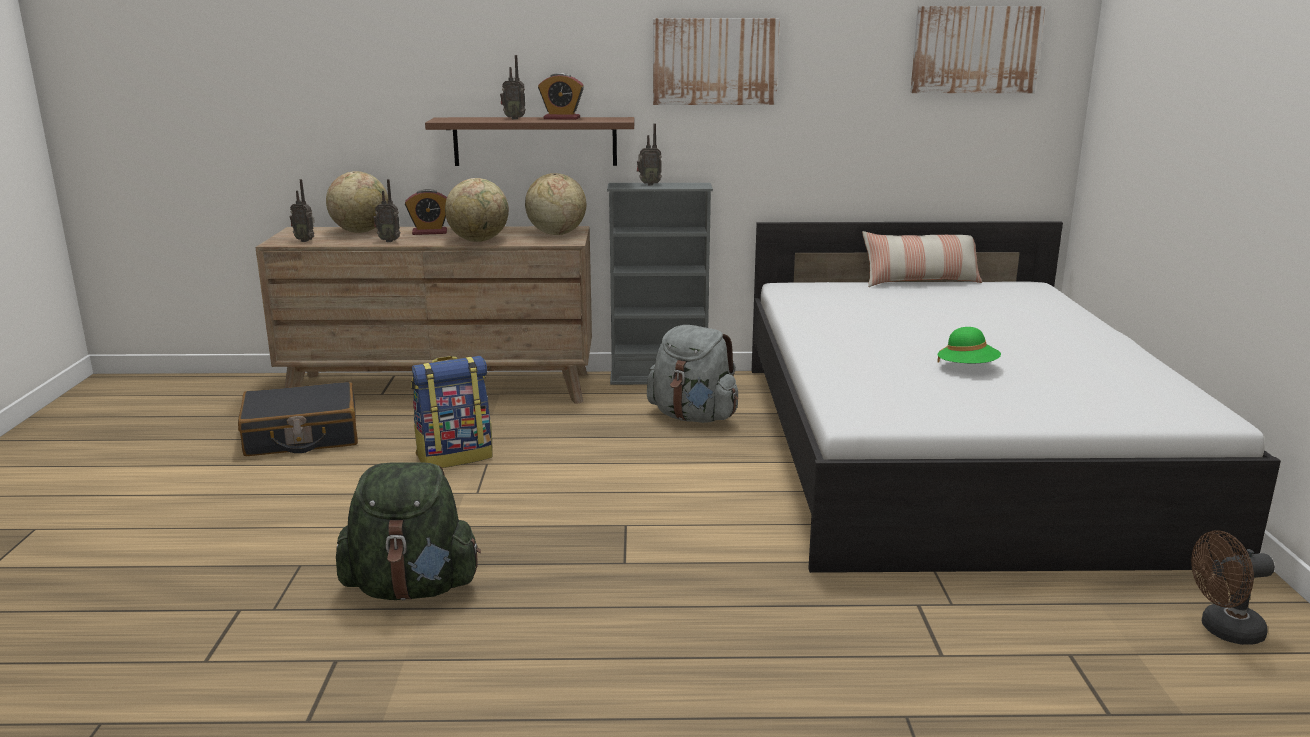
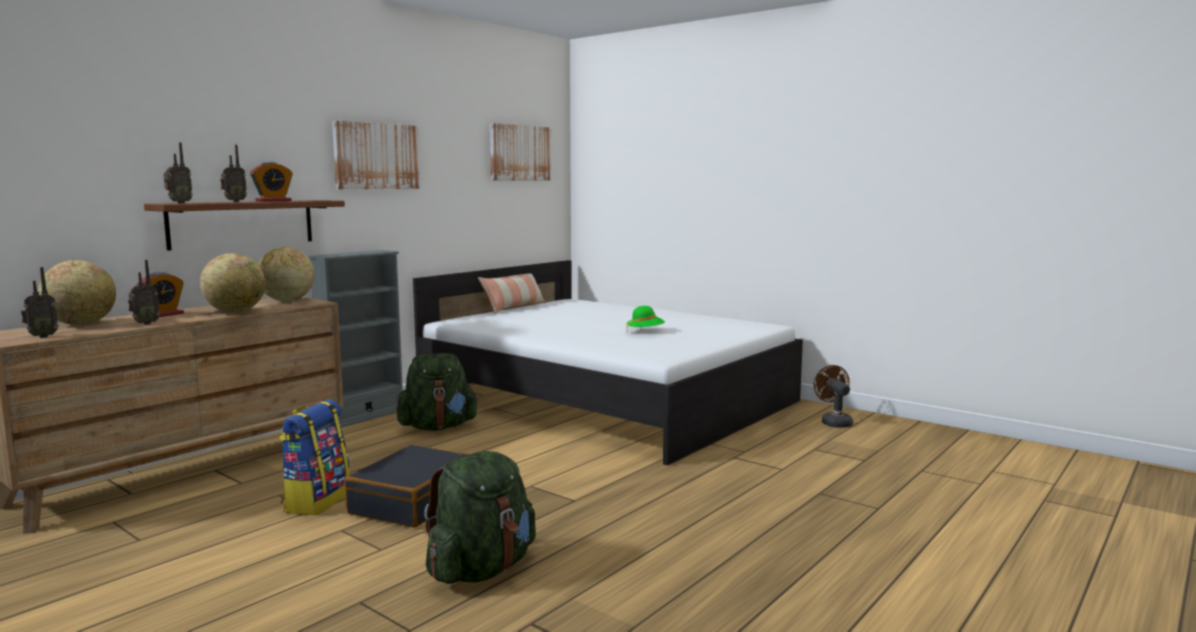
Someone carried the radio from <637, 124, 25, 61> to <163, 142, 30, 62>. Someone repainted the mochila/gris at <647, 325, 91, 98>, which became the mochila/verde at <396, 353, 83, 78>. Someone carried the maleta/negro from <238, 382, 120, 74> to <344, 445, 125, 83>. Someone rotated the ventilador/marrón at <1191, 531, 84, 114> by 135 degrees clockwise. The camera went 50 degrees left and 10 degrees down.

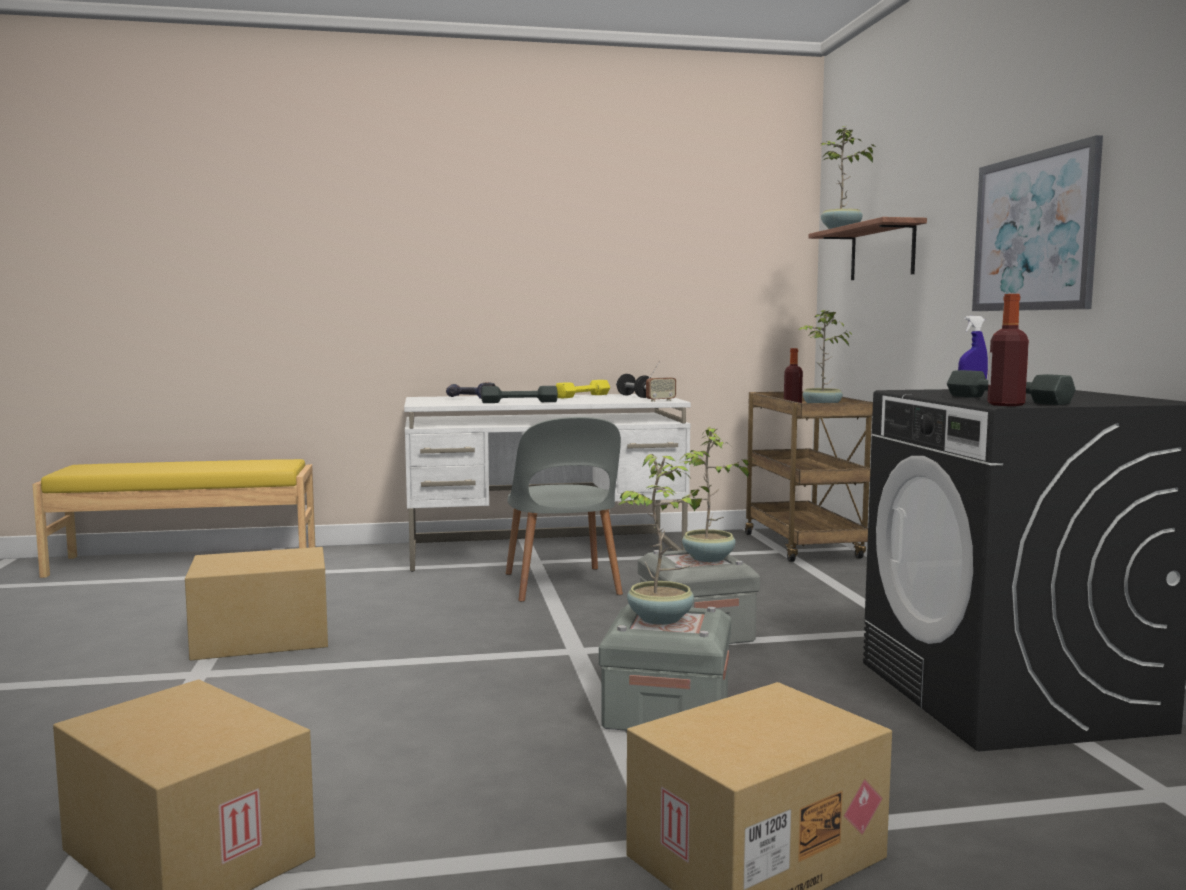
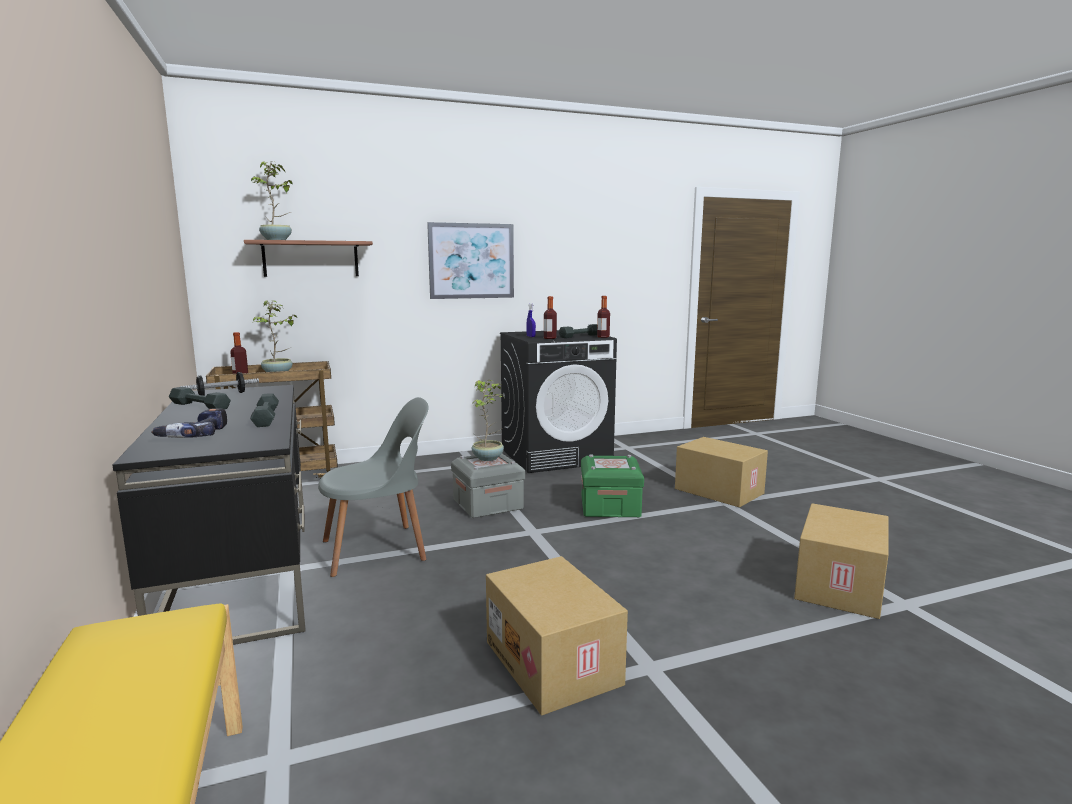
Someone took away the radio at <646, 361, 30, 41>. Someone repainted the mancuerna/amarillo at <556, 380, 54, 18>, which became the mancuerna/gris at <169, 387, 62, 23>. Someone repainted the escritorio/blanco at <404, 394, 287, 178>, which became the escritorio/negro at <112, 385, 193, 260>. Someone took away the planta en maceta at <619, 454, 90, 171>. Someone repainted the caja de almacenaje/gris at <599, 604, 132, 127>, which became the caja de almacenaje/verde at <581, 454, 63, 63>. Someone put down the botella at <544, 296, 13, 43>. The camera went 100 degrees left and 5 degrees up.

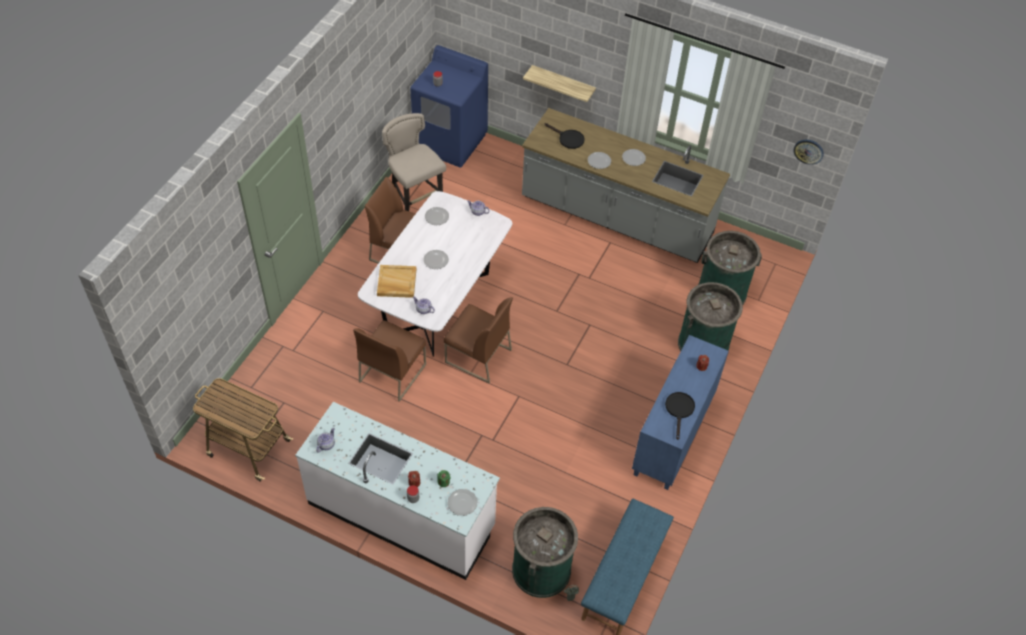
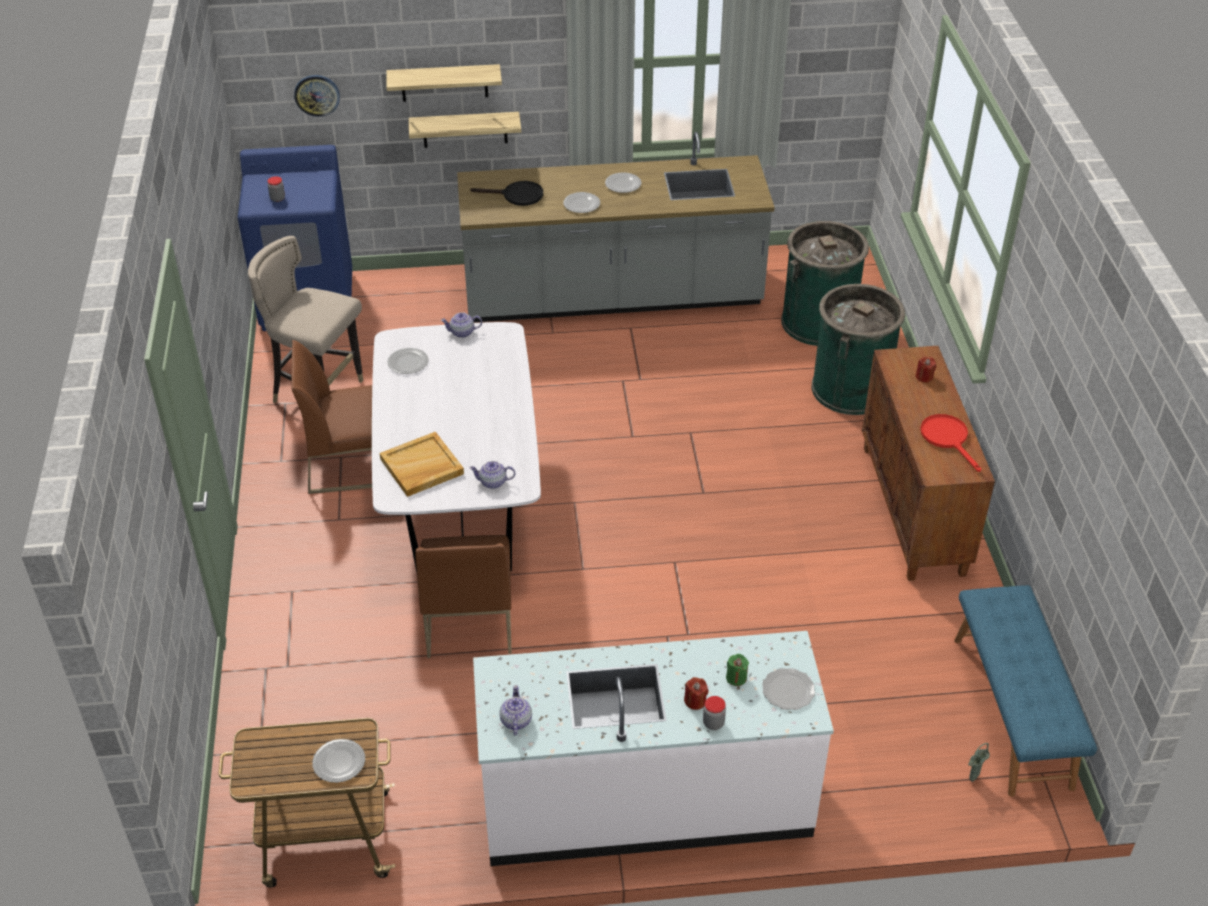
Someone carried the reloj de pared from <793, 140, 31, 25> to <294, 75, 46, 42>. Someone carried the plato from <423, 250, 26, 19> to <312, 739, 53, 44>. Someone took away the silla/marrón at <444, 297, 69, 86>. Someone repainted the armario/azul at <632, 335, 97, 155>, which became the armario/marrón at <862, 346, 133, 235>. Someone repainted the sartén/negro at <665, 392, 30, 48>, which became the sartén/rojo at <920, 414, 62, 58>. Someone took away the papelera/verde at <512, 507, 66, 91>. Someone put up the estante at <386, 64, 116, 38>. The camera went 30 degrees left and 10 degrees down.

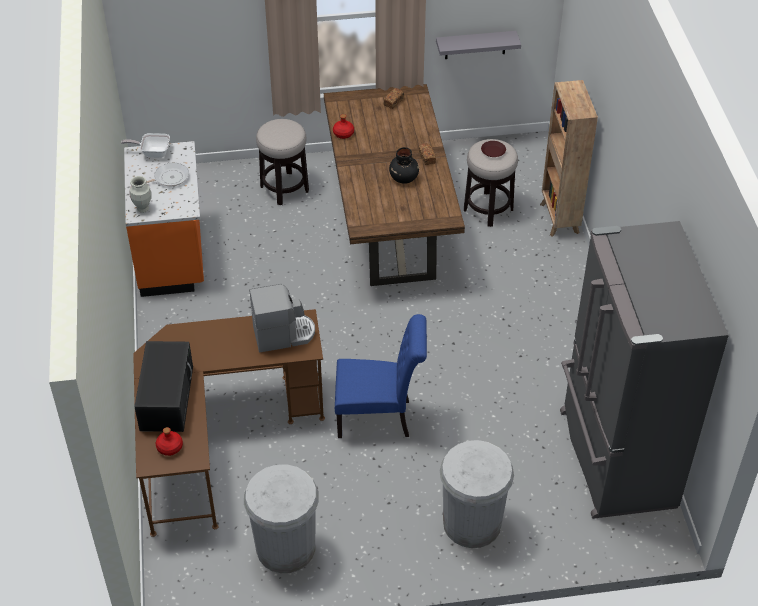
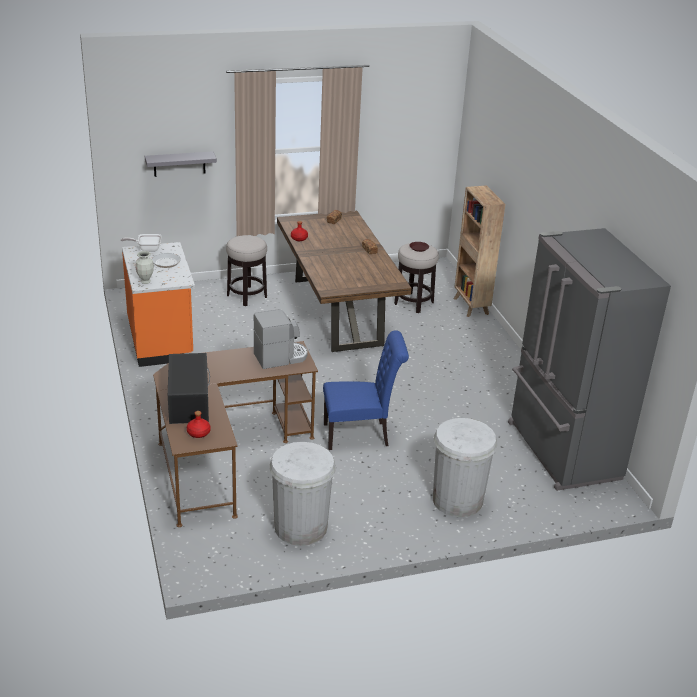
Someone carried the estante/gris from <436, 31, 85, 28> to <145, 151, 72, 26>. Someone took away the florero/negro at <389, 147, 30, 37>. The camera went 10 degrees left and 15 degrees down.

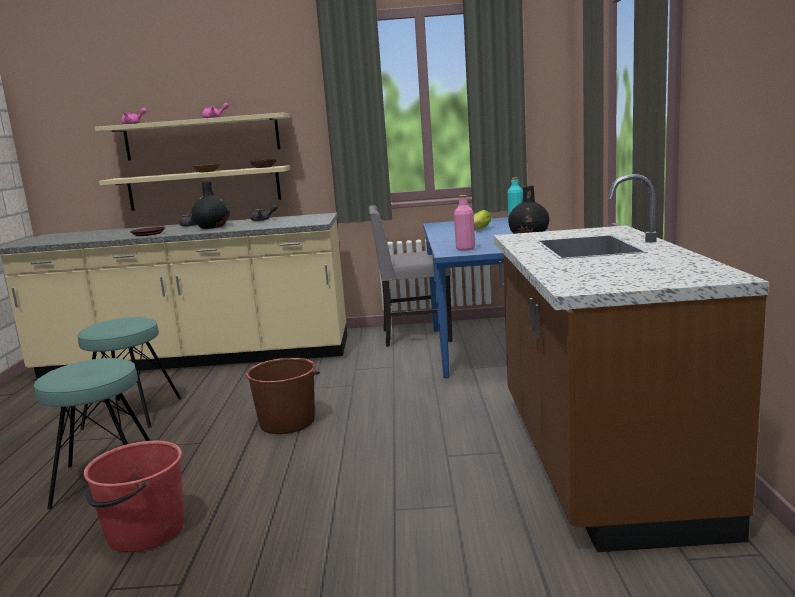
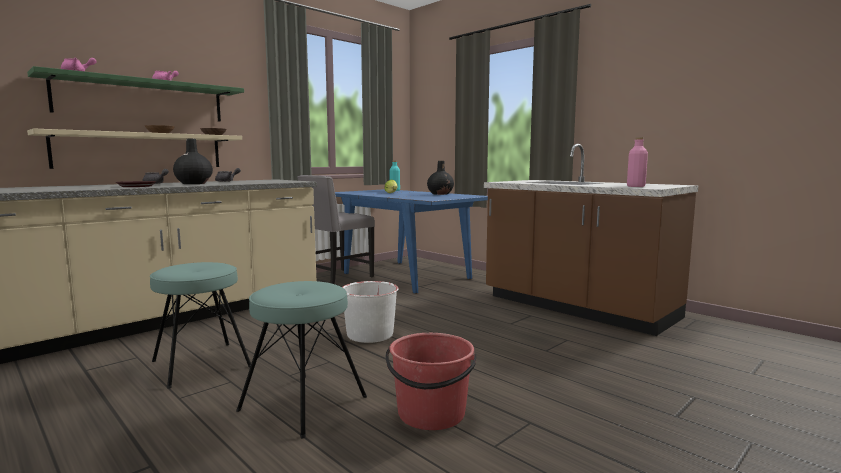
Someone repainted the estante/beis at <95, 112, 195, 49>, which became the estante/verde at <27, 66, 217, 56>. Someone carried the botella/rosa from <454, 195, 21, 56> to <627, 137, 21, 50>. Someone repainted the cubo/marrón at <246, 358, 74, 76>, which became the cubo/blanco at <343, 281, 56, 62>. The camera went 45 degrees left and 5 degrees down.

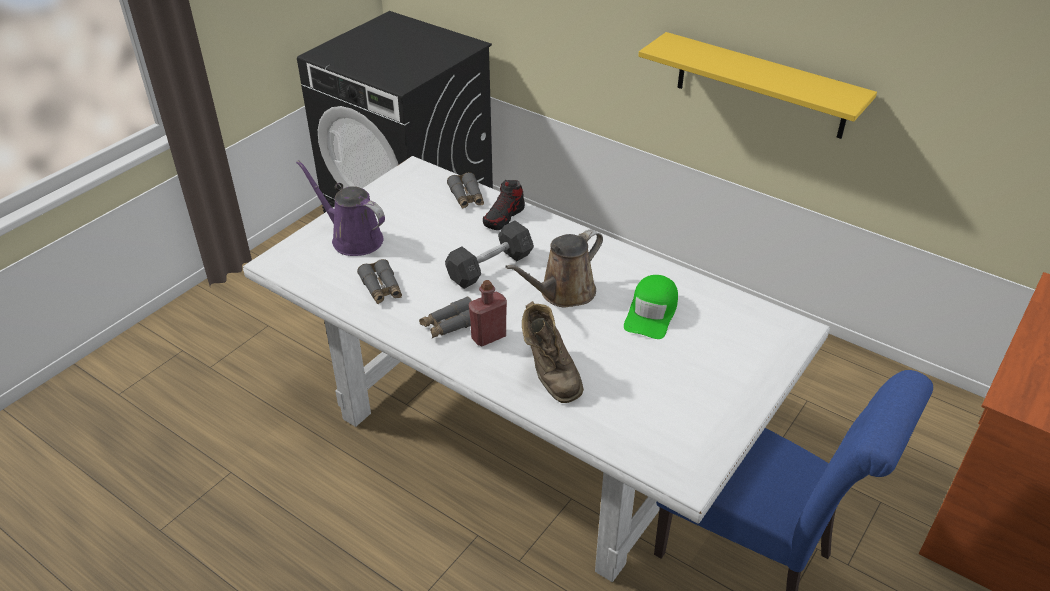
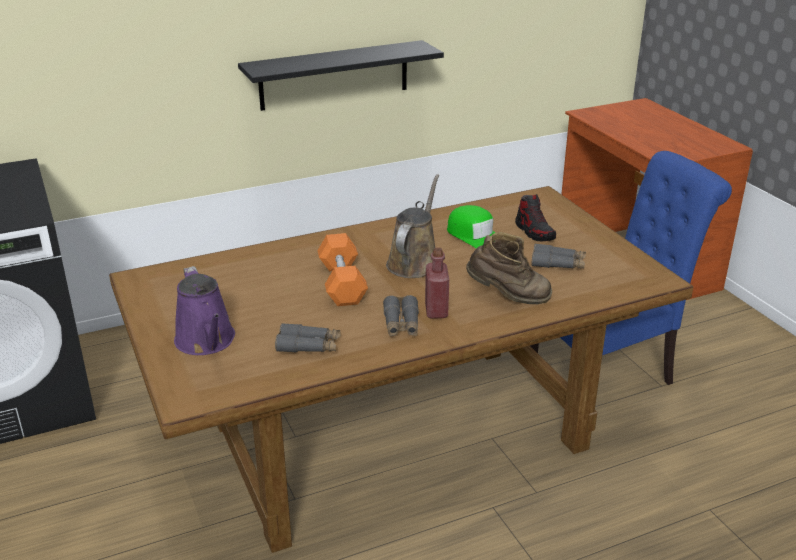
Someone repainted the estante/amarillo at <638, 32, 239, 107>, which became the estante/negro at <238, 40, 206, 71>. Someone repainted the mesa de comedor/blanco at <243, 156, 587, 426>, which became the mesa de comedor/marrón at <109, 186, 584, 367>. Someone rotated the regadera/morado at <296, 160, 89, 96> by 90 degrees counterclockwise. Someone carried the prismáticos/gris from <447, 172, 37, 37> to <531, 243, 55, 25>. Someone carried the zapato from <483, 180, 42, 50> to <515, 194, 41, 48>. Someone repainted the mancuerna/gris at <445, 221, 89, 68>, which became the mancuerna/naranja at <318, 233, 50, 73>. Someone rotated the regadera/marrón at <505, 229, 98, 79> by 150 degrees counterclockwise. The camera went 60 degrees left and 10 degrees down.

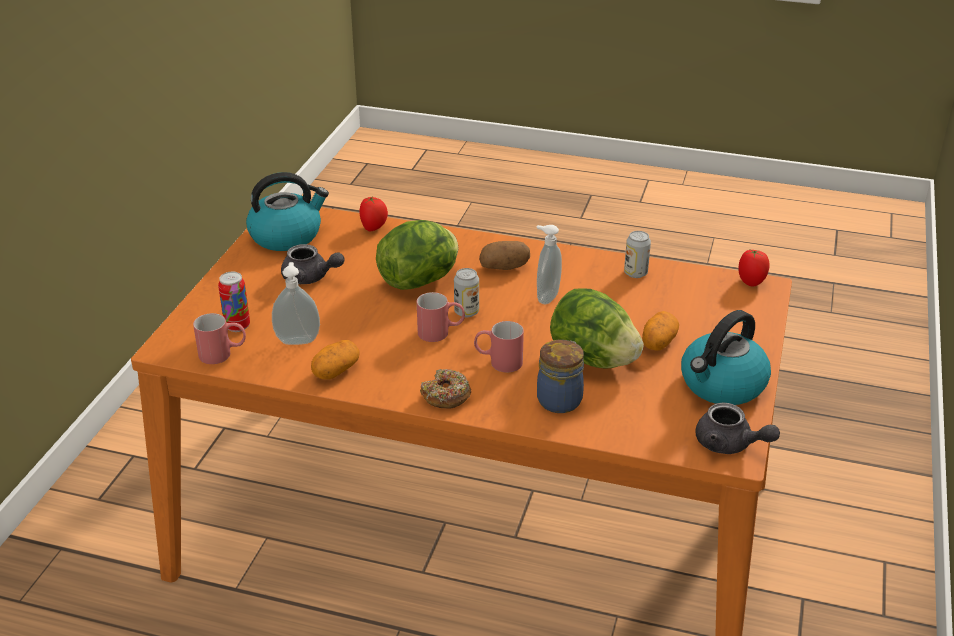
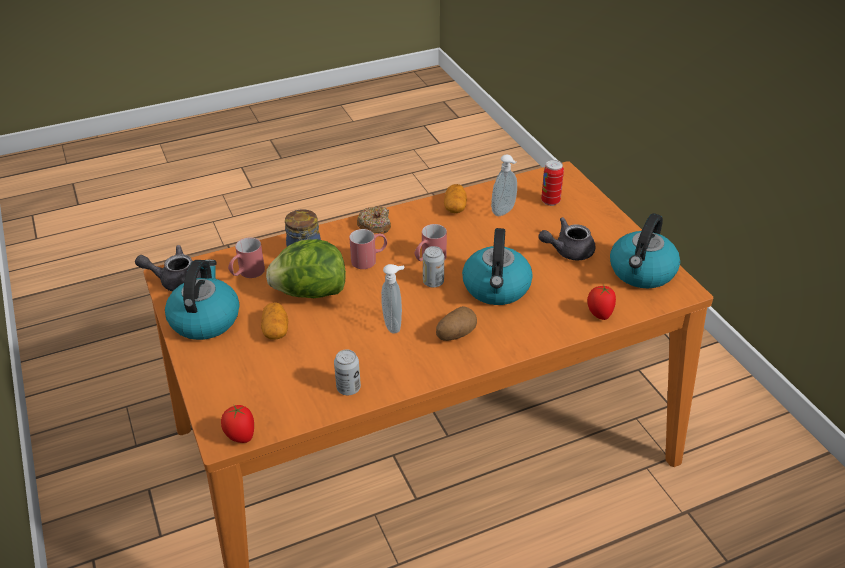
Someone swapped the lechuga at <376, 220, 82, 70> for the hervidor at <462, 228, 71, 77>. Someone carried the taza grande/rojo from <193, 313, 53, 51> to <228, 237, 37, 41>. The camera went 140 degrees right and 5 degrees up.

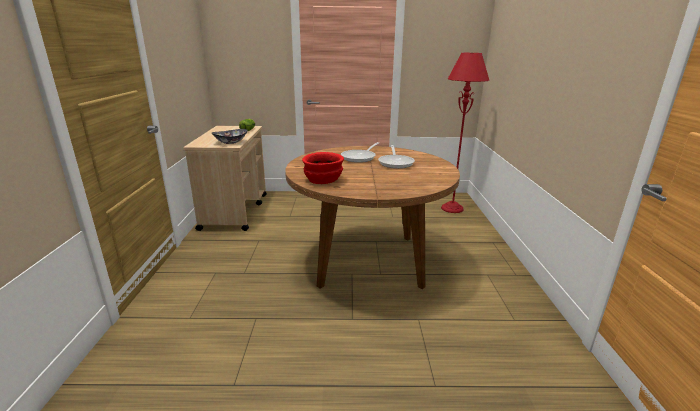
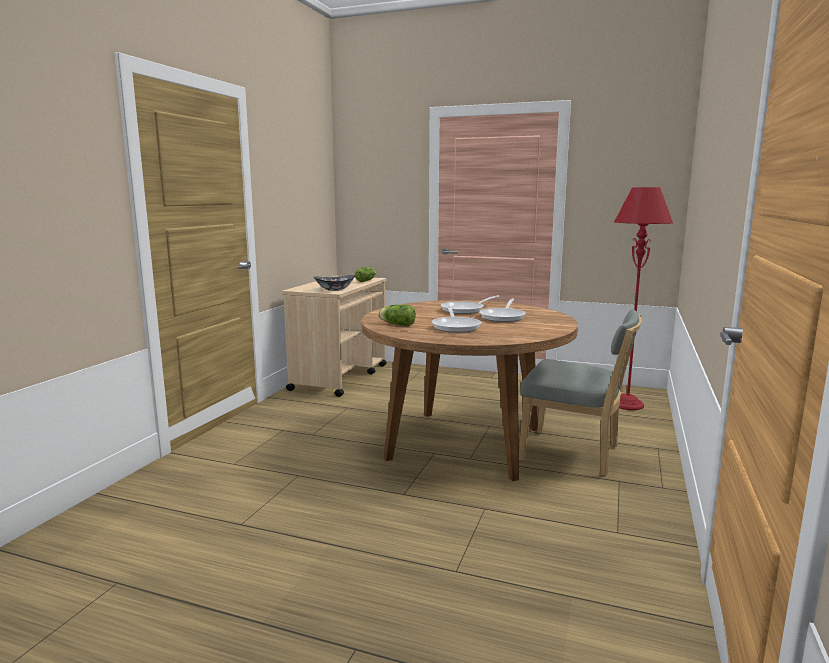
Someone swapped the cuenco/rojo at <302, 152, 42, 32> for the lechuga at <379, 305, 37, 21>. Someone put down the sartén at <432, 306, 50, 27>. Someone put down the silla/gris at <519, 309, 123, 167>. The camera went 20 degrees right and 10 degrees down.

